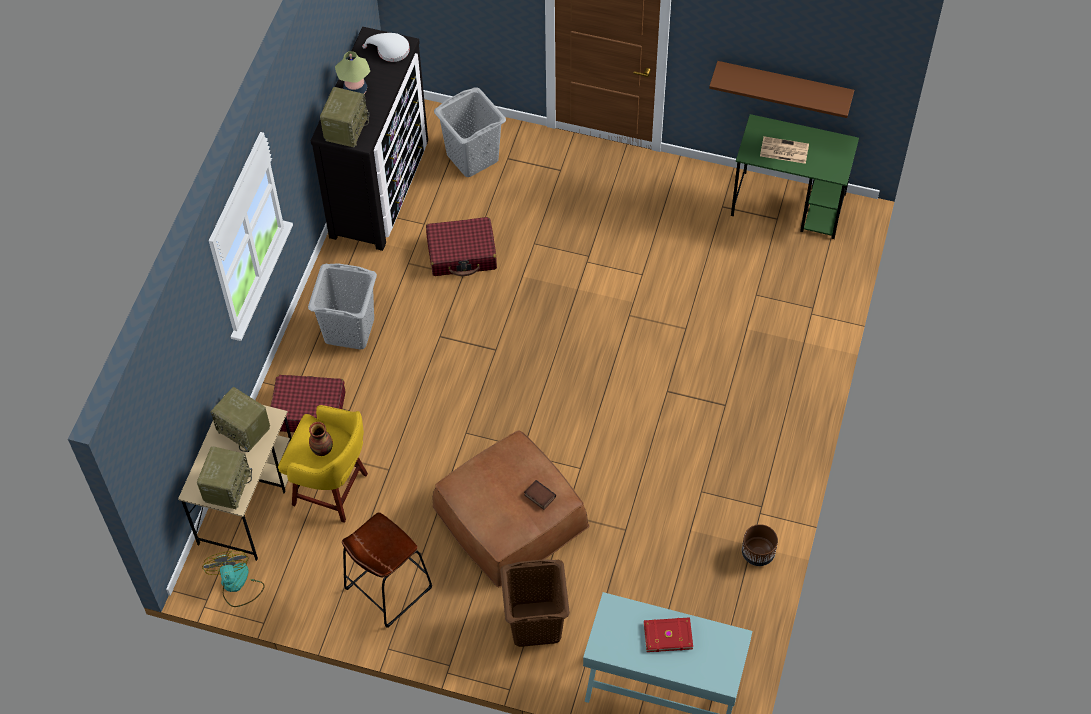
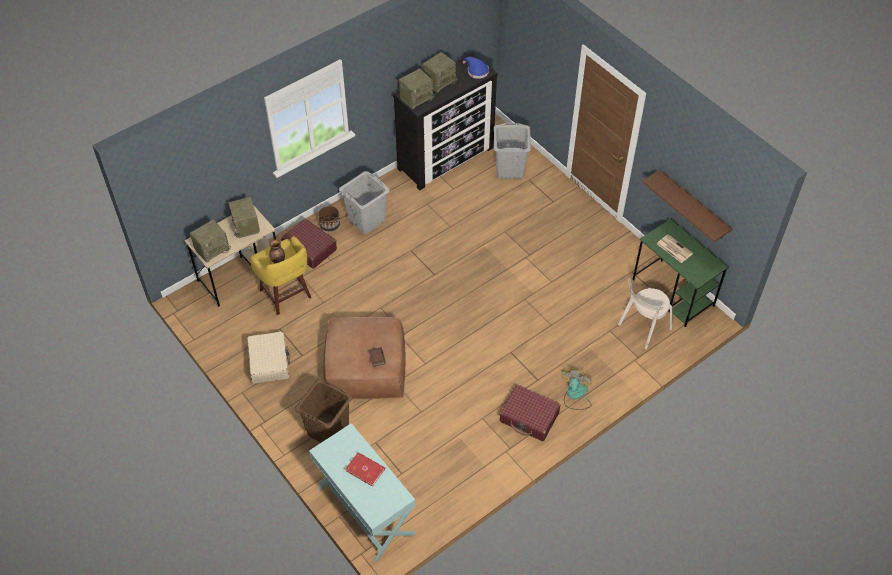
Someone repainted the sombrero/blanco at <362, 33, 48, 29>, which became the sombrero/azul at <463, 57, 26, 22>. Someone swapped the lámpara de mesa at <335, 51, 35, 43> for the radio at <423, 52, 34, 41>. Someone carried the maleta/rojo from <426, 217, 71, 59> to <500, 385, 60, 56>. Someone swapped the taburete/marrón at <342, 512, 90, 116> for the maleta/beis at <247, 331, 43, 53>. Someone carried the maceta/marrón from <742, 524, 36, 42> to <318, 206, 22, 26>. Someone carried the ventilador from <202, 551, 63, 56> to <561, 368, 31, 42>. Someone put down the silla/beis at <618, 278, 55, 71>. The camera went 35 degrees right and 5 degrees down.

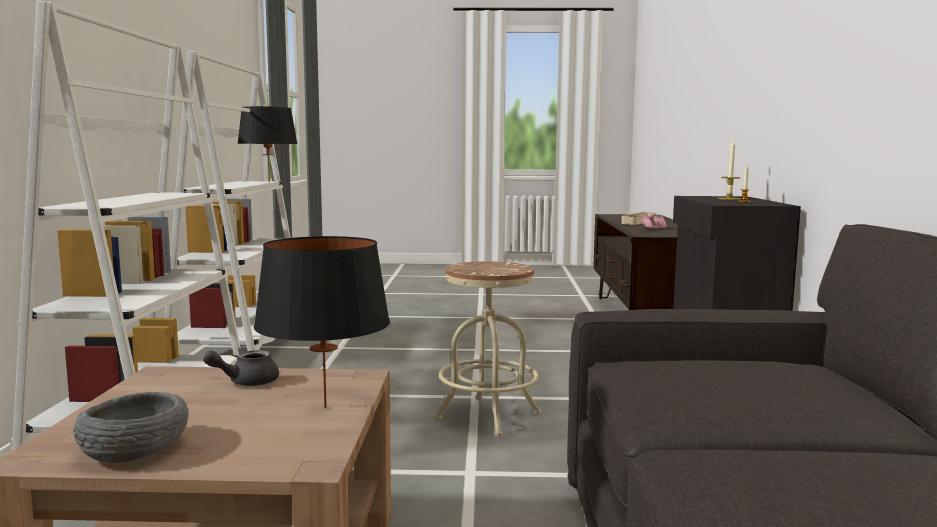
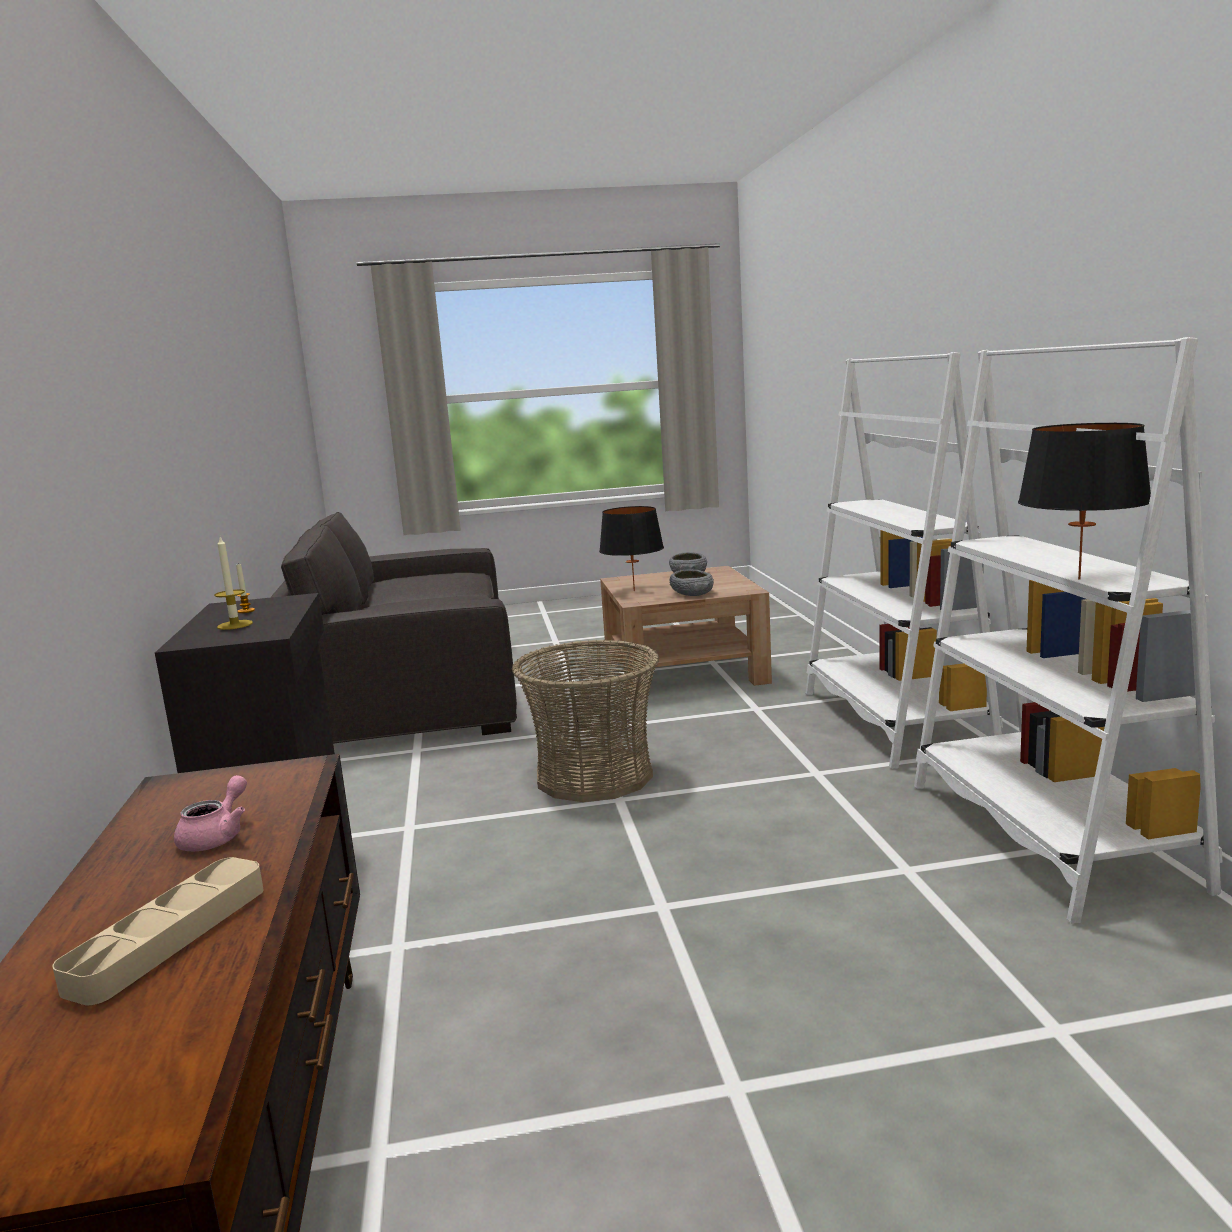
Someone swapped the taburete/beis at <435, 261, 106, 176> for the cesta at <512, 640, 147, 162>. Someone swapped the tetera/gris at <203, 347, 76, 39> for the cuenco/gris at <670, 569, 44, 27>. The camera went 170 degrees right and 5 degrees up.

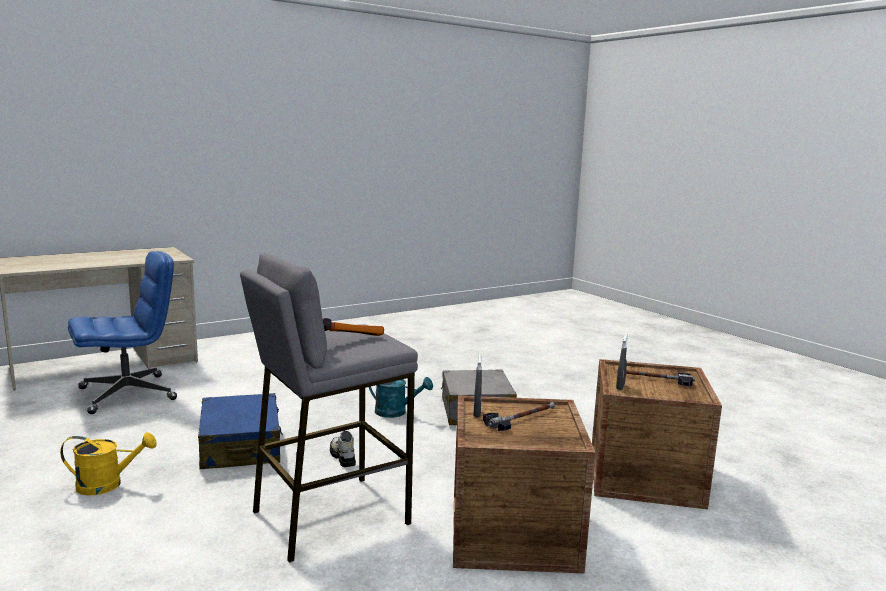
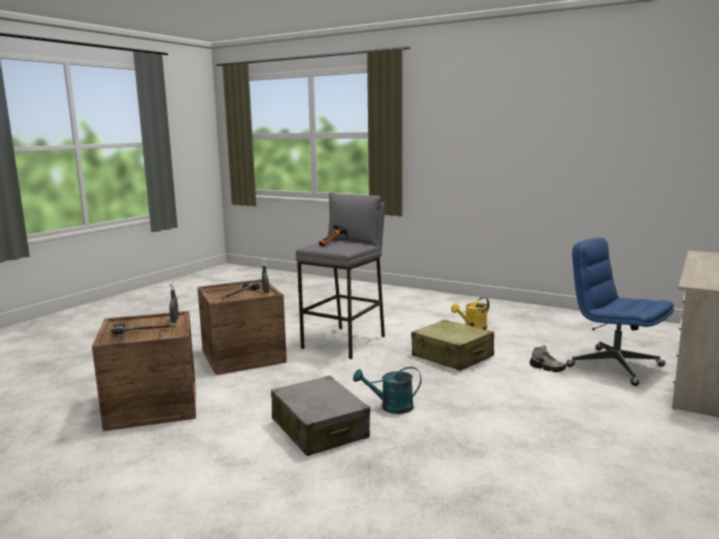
Someone rotated the silla de oficina/azul at <68, 251, 109, 163> by 105 degrees clockwise. Someone repainted the maleta/azul at <198, 393, 85, 76>, which became the maleta/beis at <411, 320, 83, 51>. Someone carried the zapato from <330, 431, 26, 36> to <530, 345, 37, 27>. The camera went 155 degrees right and 0 degrees up.

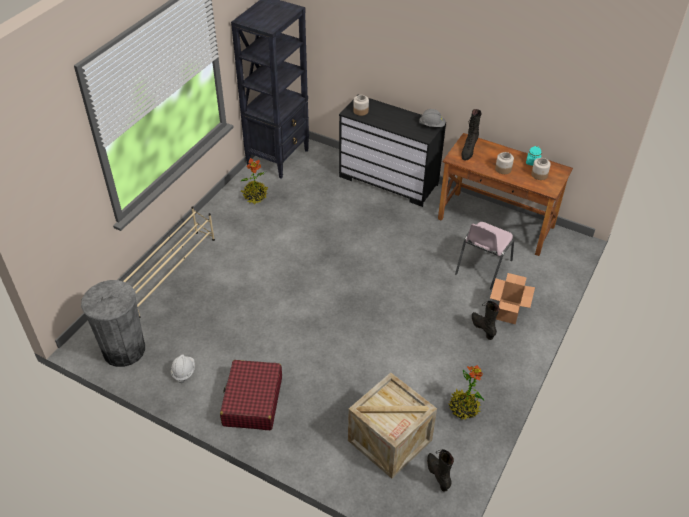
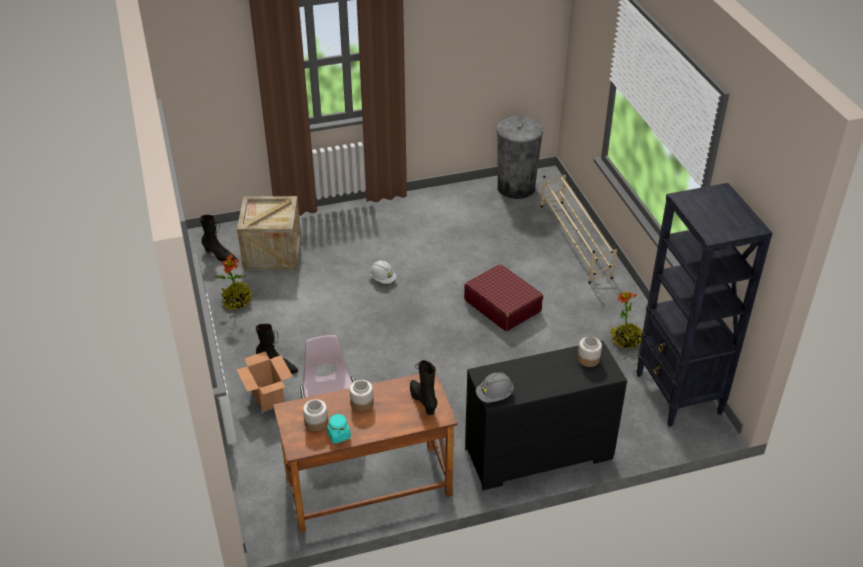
Someone carried the casco/blanco from <171, 354, 24, 29> to <369, 260, 28, 24>. Someone carried the maleta/rojo from <220, 360, 62, 70> to <464, 264, 79, 67>. The camera went 135 degrees right and 5 degrees down.

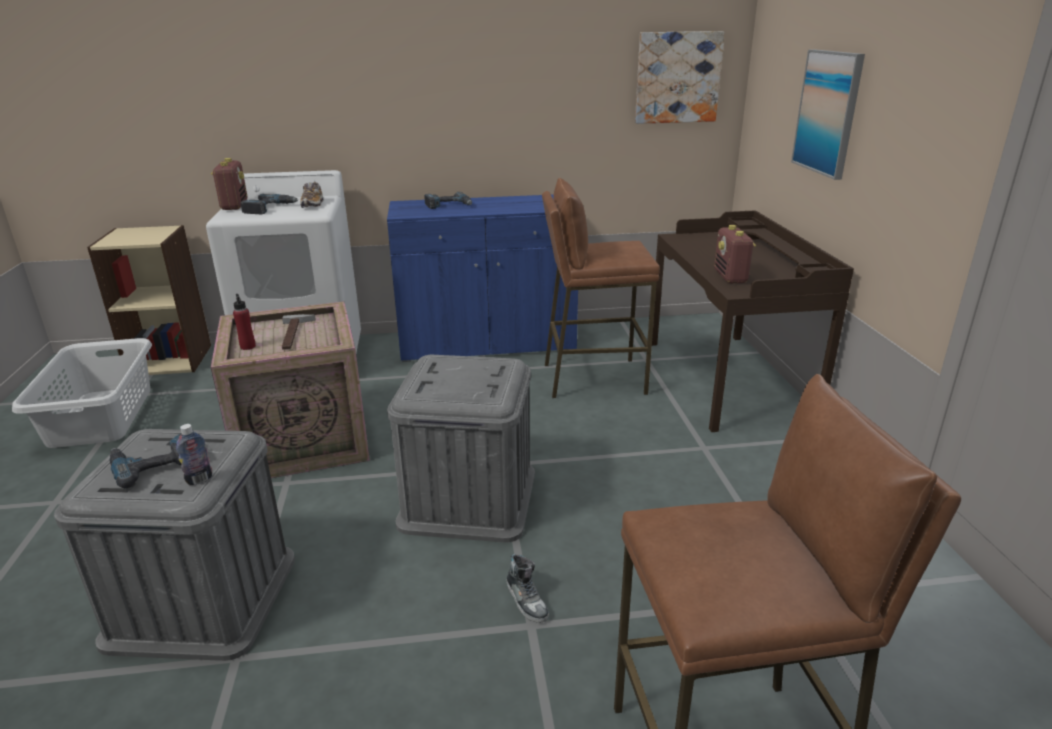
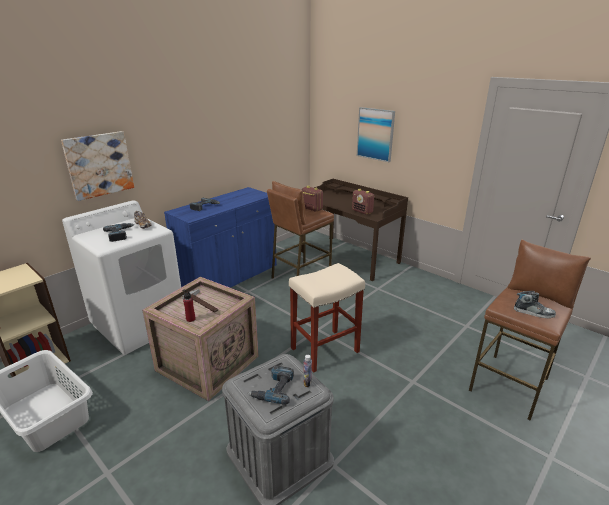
Someone carried the cuadro from <635, 31, 90, 93> to <61, 131, 73, 70>. Someone carried the radio from <211, 158, 37, 52> to <302, 186, 21, 26>. Someone swapped the caja de almacenaje/gris at <387, 355, 148, 187> for the taburete/beis at <289, 263, 76, 110>. Someone carried the zapato from <507, 554, 42, 69> to <514, 291, 42, 27>. The camera went 40 degrees left and 0 degrees up.

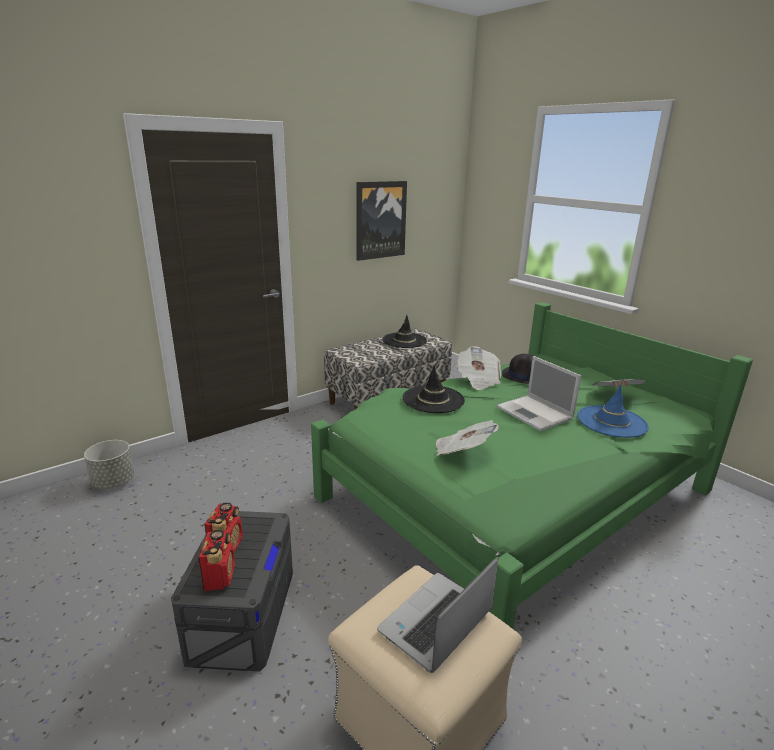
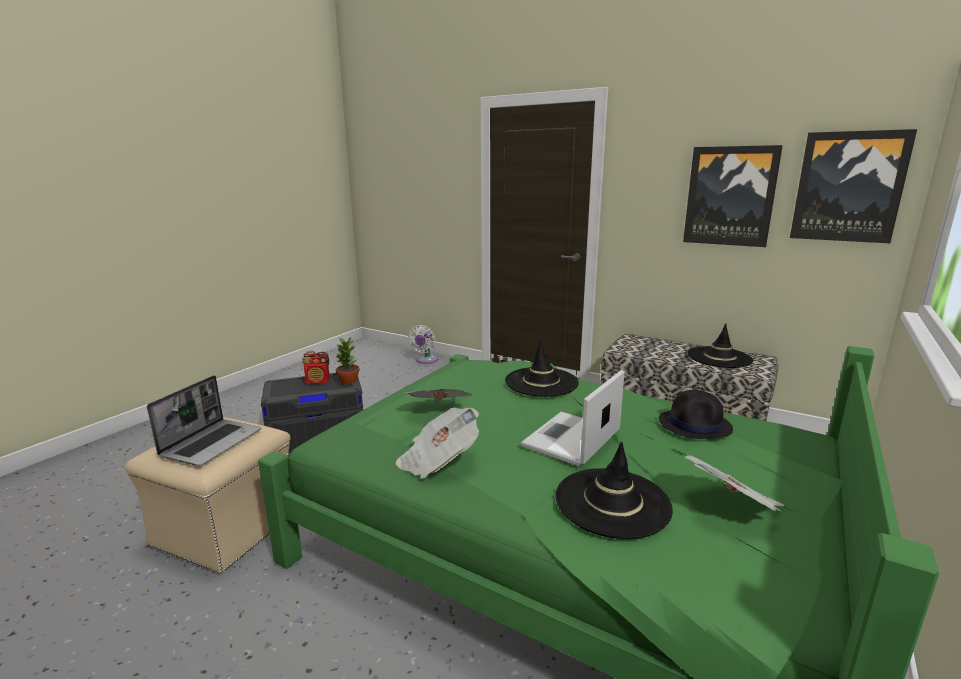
Someone carried the periódico from <457, 346, 44, 44> to <396, 408, 83, 71>. Someone repainted the sombrero/azul at <577, 384, 72, 54>, which became the sombrero/negro at <556, 441, 117, 98>. Someone swapped the maceta/gris at <84, 440, 51, 49> for the ventilador/blanco at <408, 325, 30, 39>. Someone took away the radio at <198, 530, 37, 61>. Someone rotated the portátil at <377, 557, 121, 116> by 90 degrees clockwise. Someone put up the cuadro at <790, 129, 127, 114>. Someone put down the planta en maceta at <336, 337, 24, 48>. The camera went 70 degrees right and 5 degrees down.

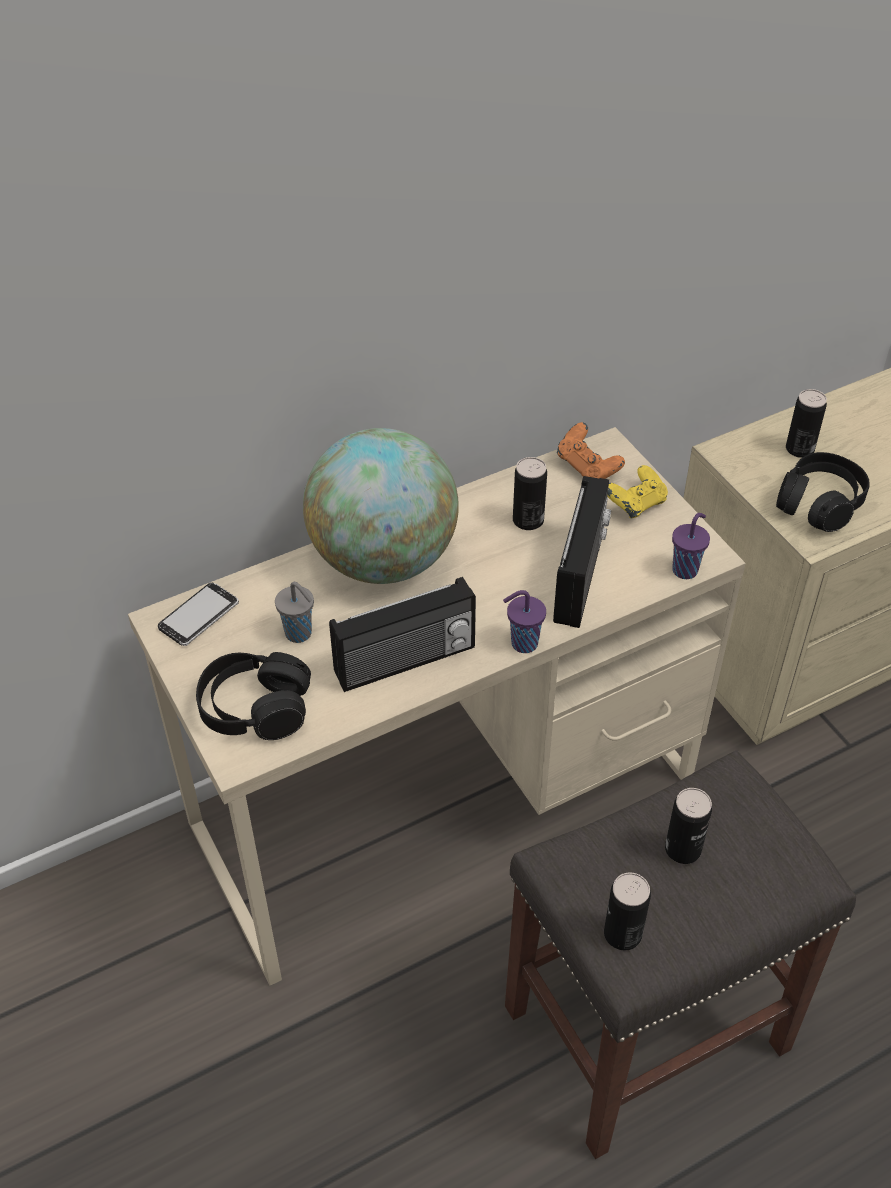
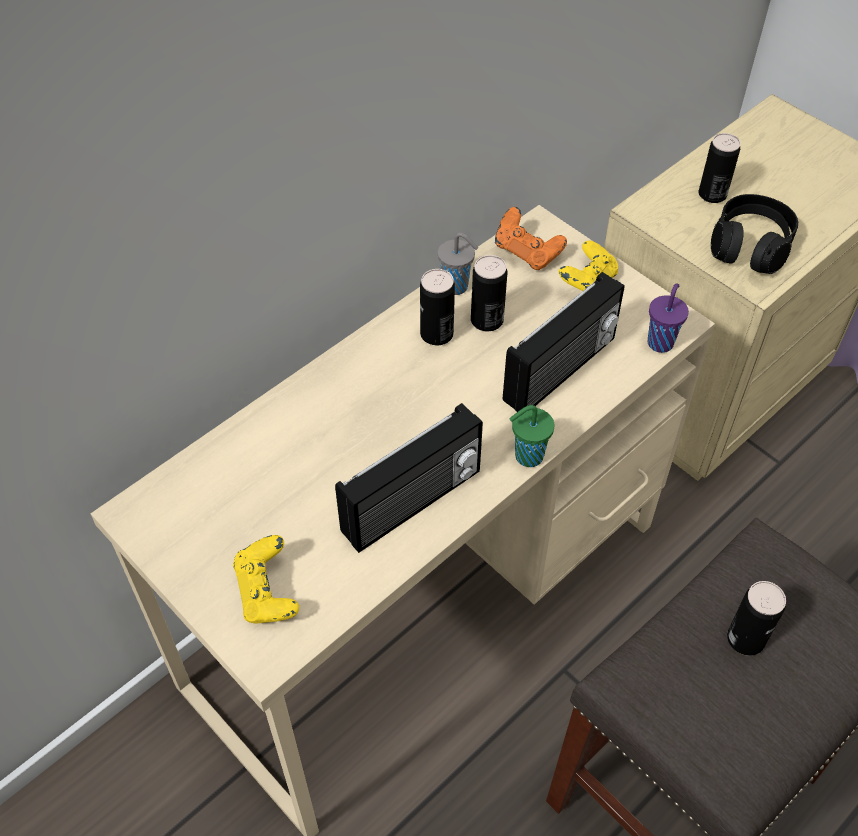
Someone took away the globo terráqueo at <303, 428, 156, 156>. Someone rotated the radio at <553, 476, 58, 152> by 45 degrees clockwise. Someone carried the taza/gris from <275, 582, 39, 61> to <438, 232, 40, 63>. Someone took away the móvil at <158, 583, 81, 63>. Someone repainted the taza/morado at <503, 590, 43, 63>, which became the taza/verde at <509, 405, 45, 62>. Someone swapped the auriculares/negro at <196, 652, 115, 88> for the mando de consola/amarillo at <233, 535, 66, 89>. Someone carried the lata from <604, 873, 47, 77> to <420, 269, 35, 76>. The camera went 15 degrees left and 5 degrees up.

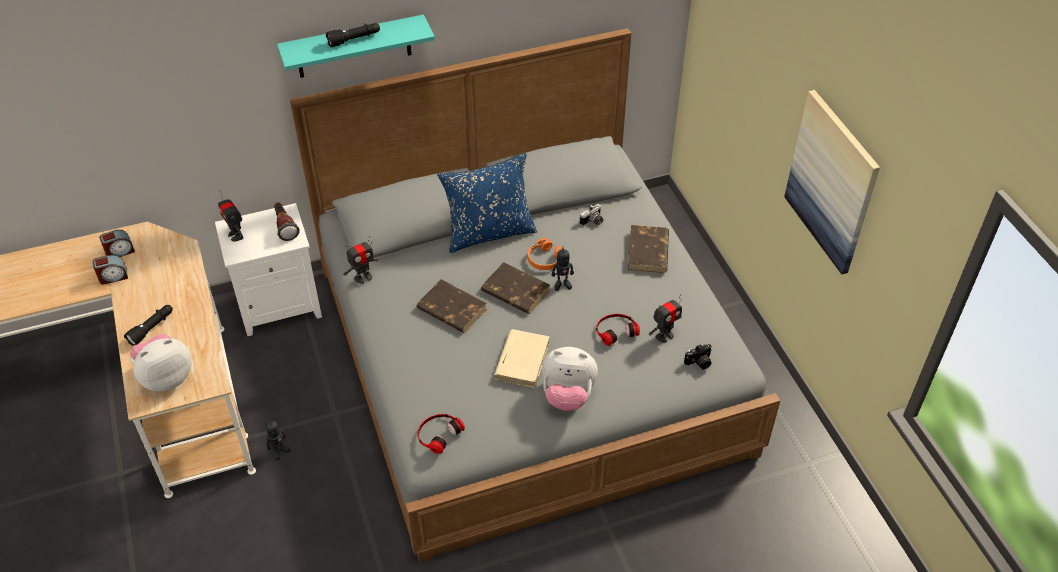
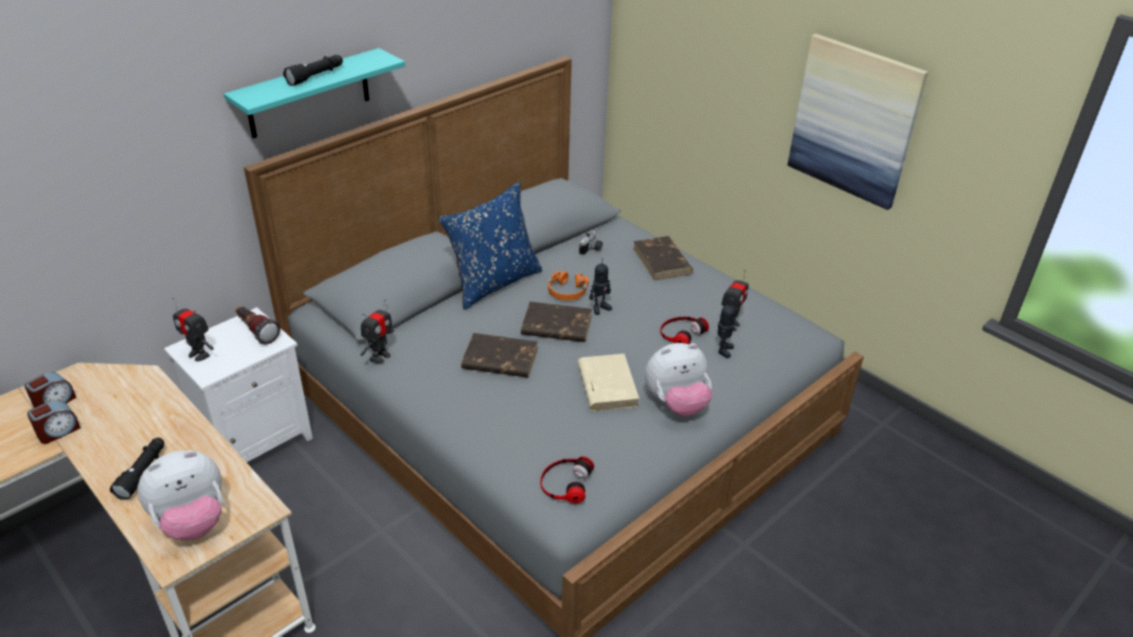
Someone rotated the peluche at <130, 333, 62, 58> by 150 degrees counterclockwise. Someone took away the cámara at <684, 344, 28, 25>. Someone carried the robot de juguete from <266, 419, 24, 41> to <718, 300, 18, 58>. The camera went 25 degrees left and 10 degrees down.

